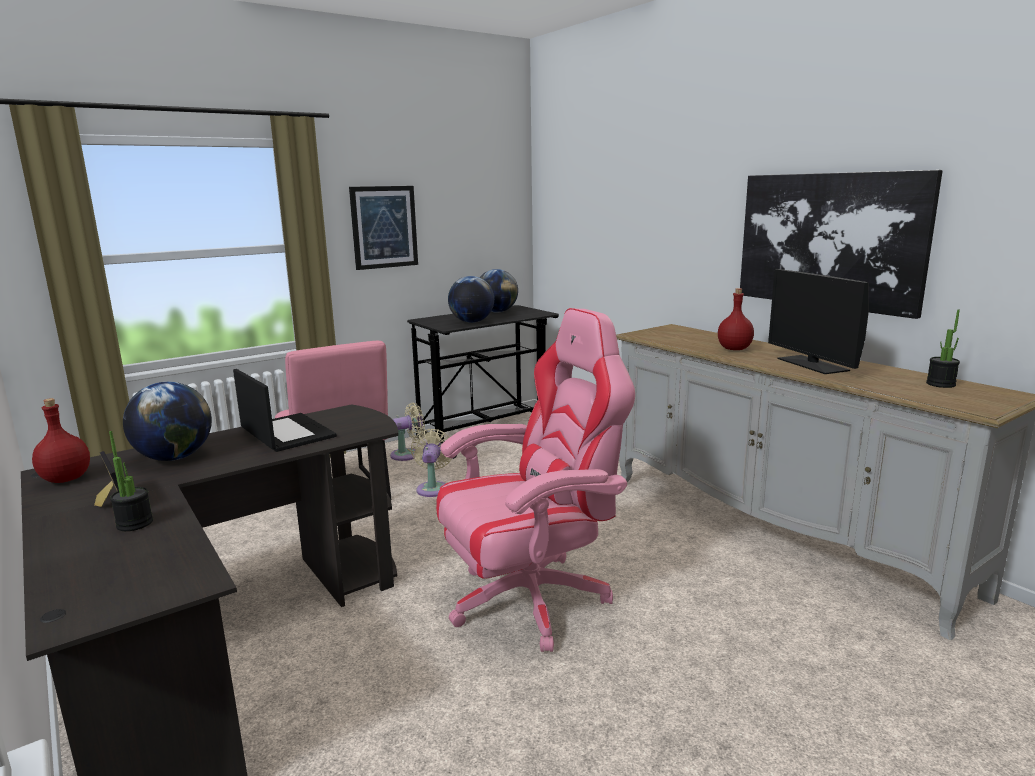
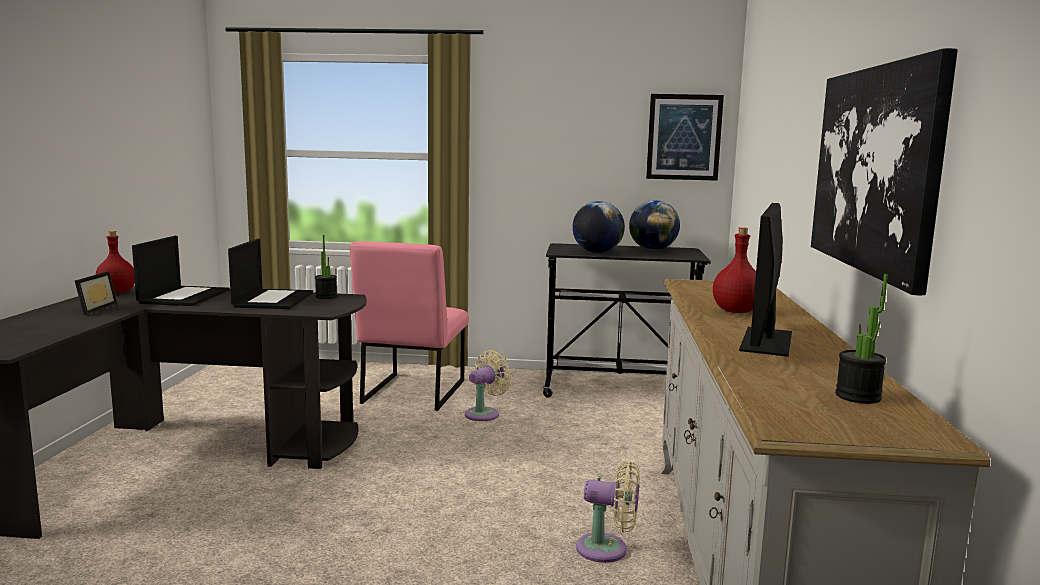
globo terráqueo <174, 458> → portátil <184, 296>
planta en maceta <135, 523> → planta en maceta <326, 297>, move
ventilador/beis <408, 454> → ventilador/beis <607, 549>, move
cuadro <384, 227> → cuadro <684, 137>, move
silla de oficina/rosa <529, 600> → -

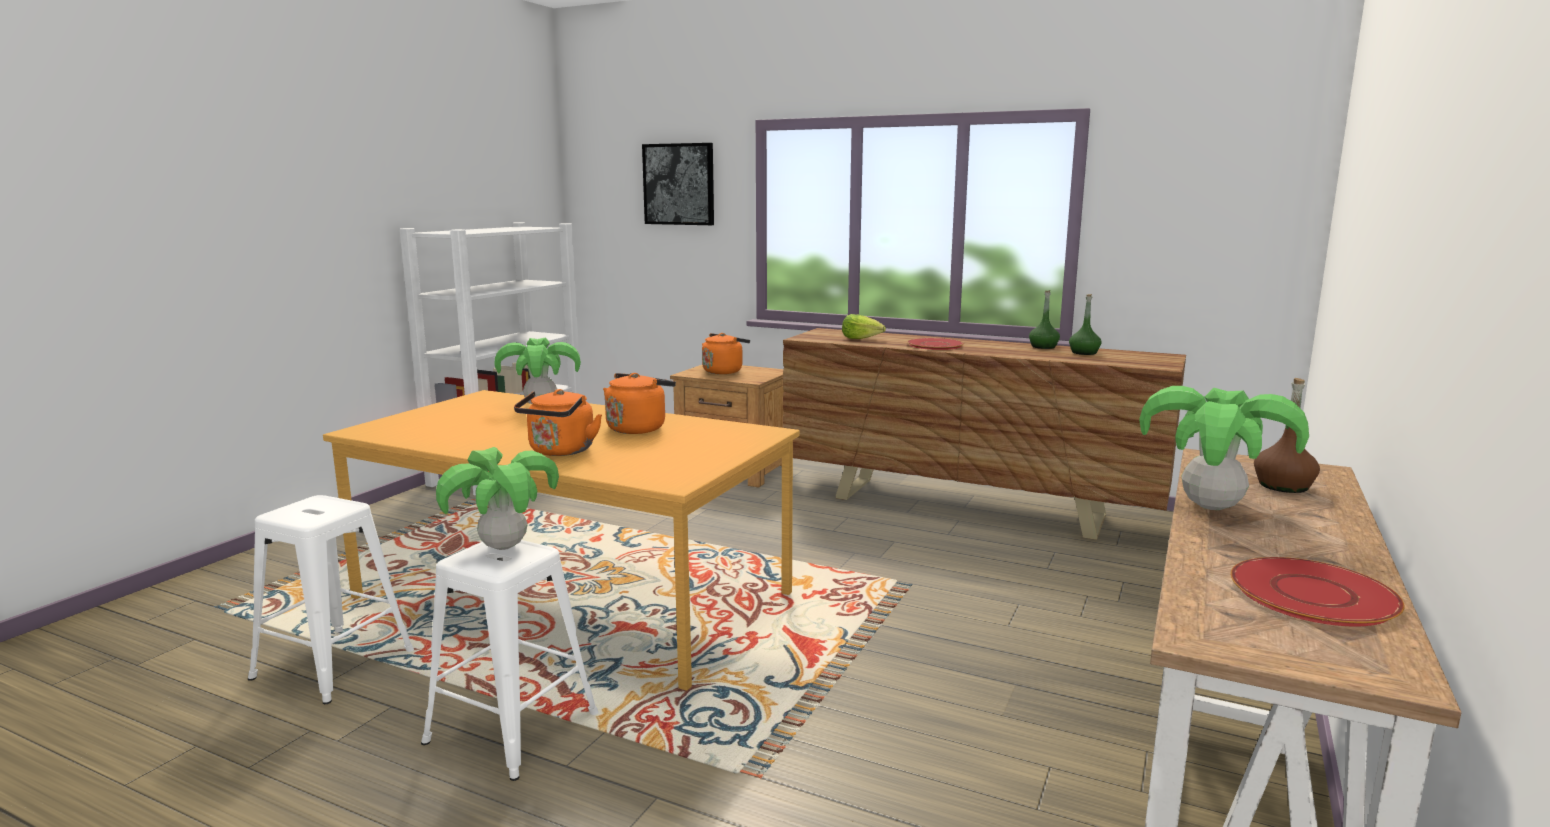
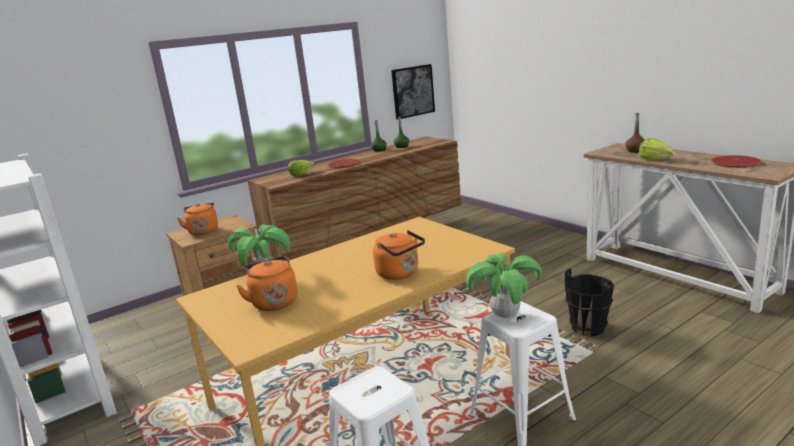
hervidor/naranja <638, 428> → hervidor/naranja <273, 302>, move
cuadro <679, 184> → cuadro <412, 91>, move
- → cubo/negro <588, 328>
planta en maceta <1211, 506> → lechuga <654, 159>

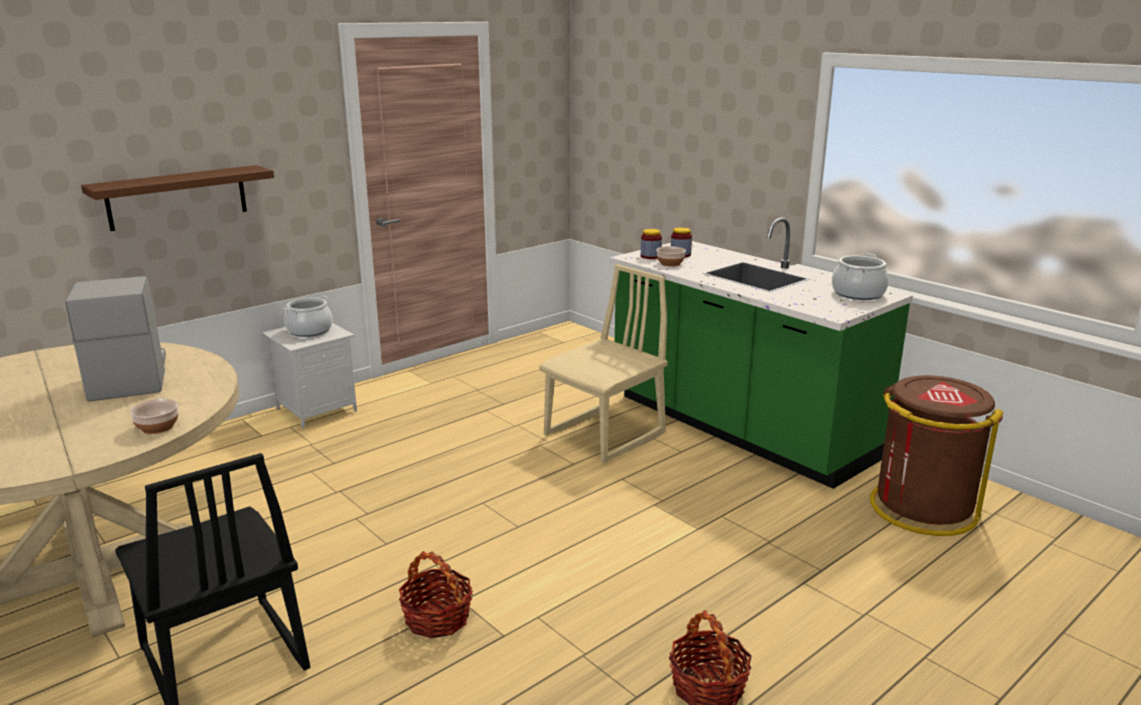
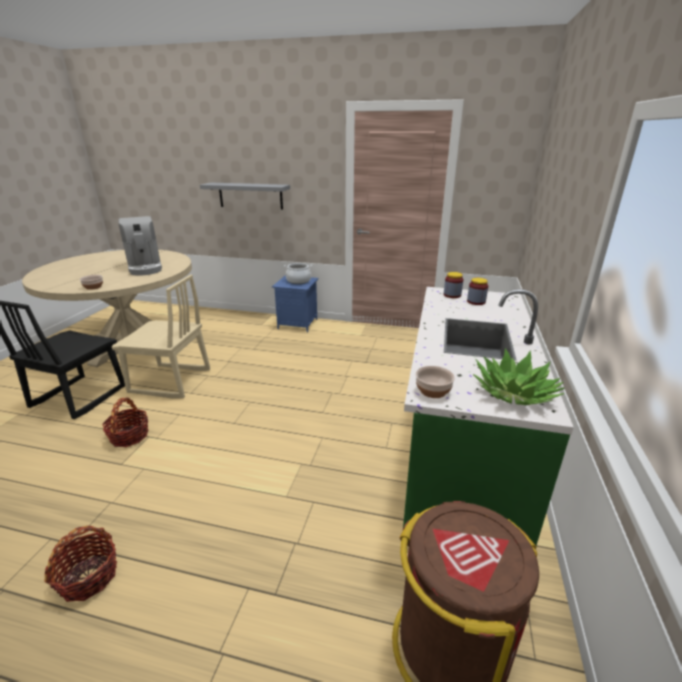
silla/beis <605, 435> → silla/beis <170, 382>, move
cafetera <129, 377> → cafetera <145, 268>, 120 degrees clockwise
estante/marrón <177, 197> → estante/gris <250, 195>
mesita de noche/gris <317, 409> → mesita de noche/azul <299, 324>
cuenco <670, 263> → cuenco <433, 391>, move
olla <858, 294> → planta en maceta <514, 393>

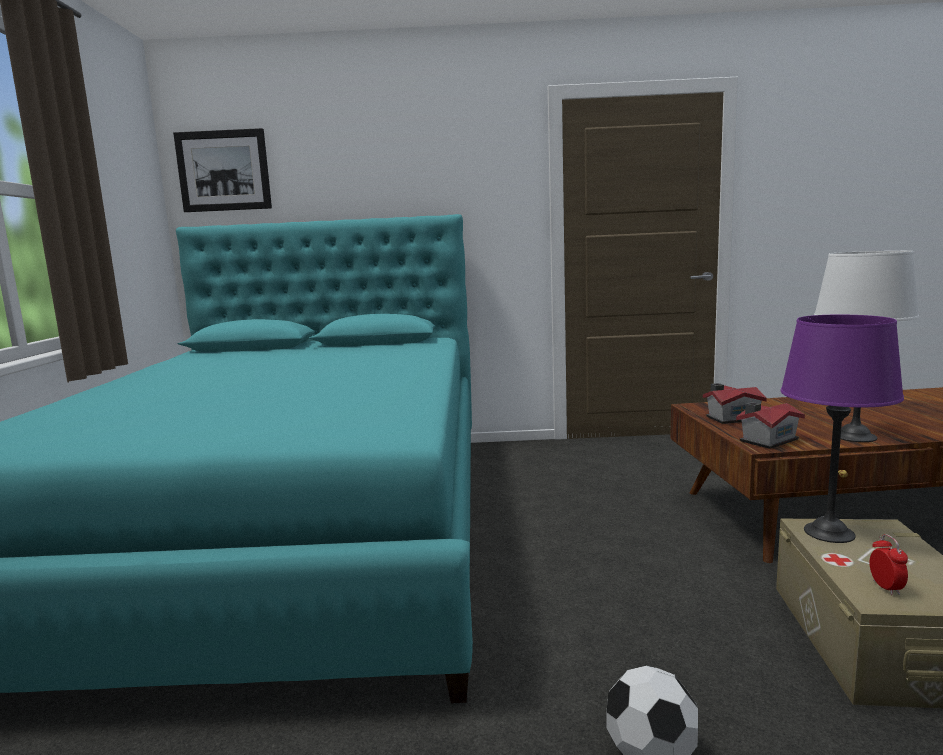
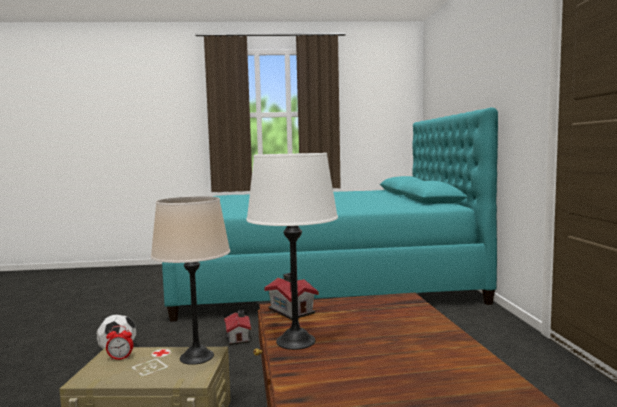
lámpara de mesa/morado <829, 532> → lámpara de mesa/beis <197, 357>
casita <731, 418> → casita <238, 337>, move
cuadro <223, 171> → -

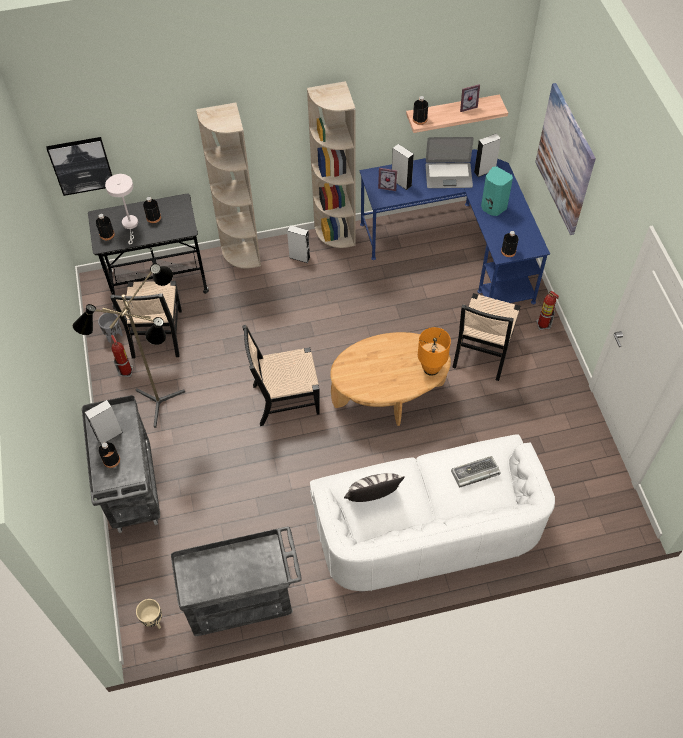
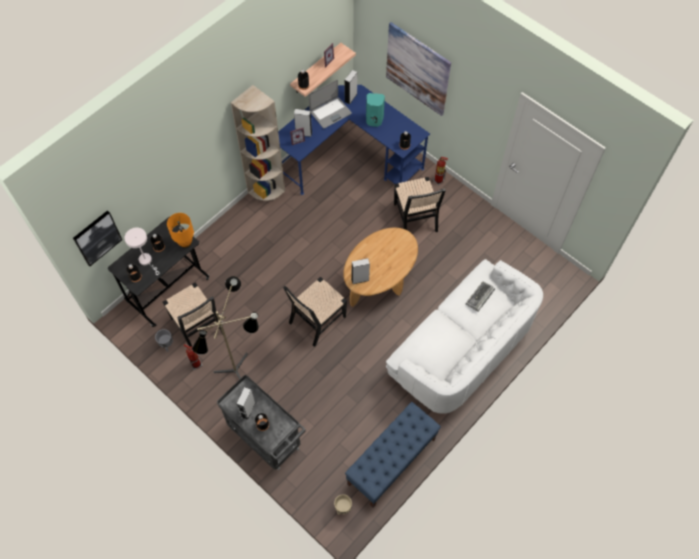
lámpara de mesa/naranja <431, 369> → lámpara de mesa/naranja <185, 243>, move
carrito/negro <246, 604> → banco/azul <391, 461>
altavoz/gris <299, 257> → altavoz/gris <360, 279>, move
estantería/beis <242, 258> → -
cojín <373, 497> → -

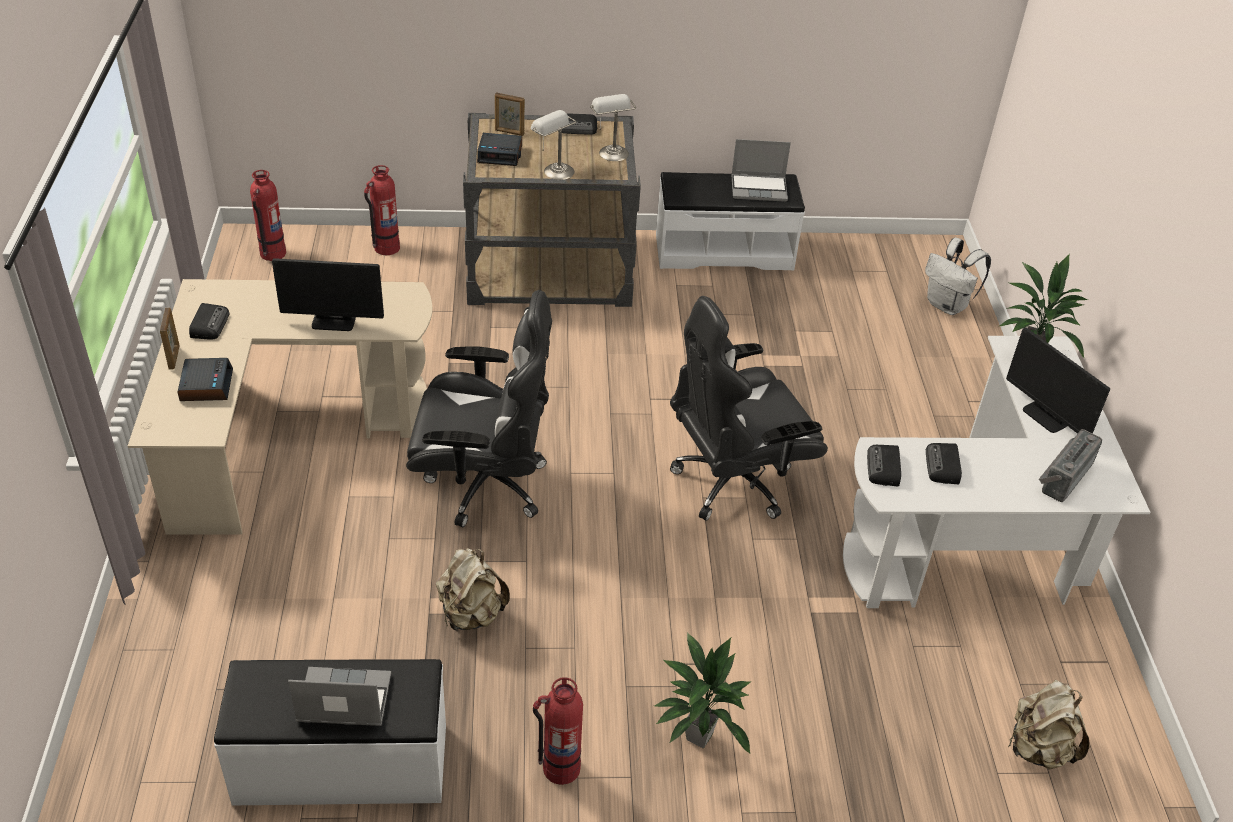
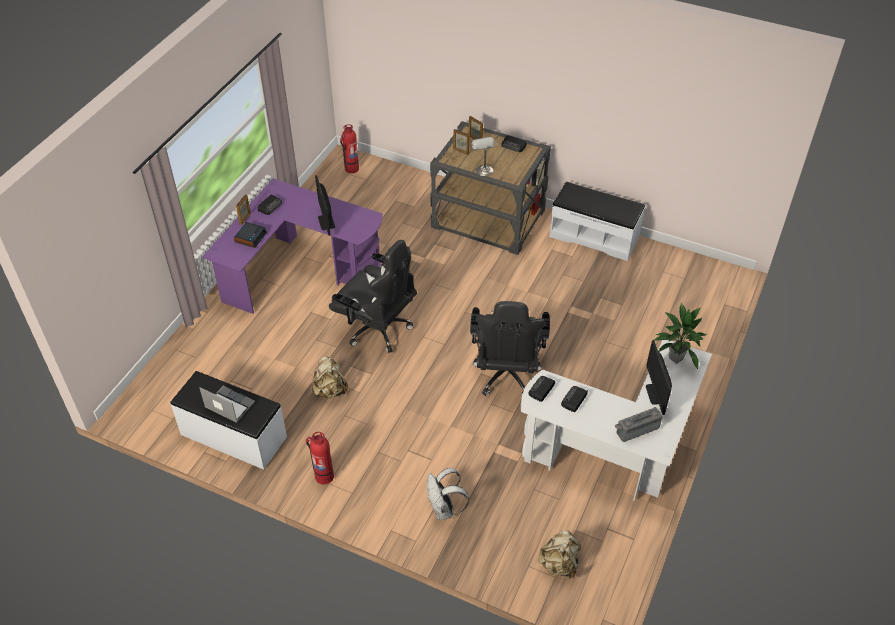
escritorio/beis <281, 434> → escritorio/morado <298, 269>
monitor <334, 321> → monitor <326, 222>, 45 degrees clockwise
mochila/blanco <948, 305> → mochila/blanco <444, 509>, move
despertador <500, 154> → portarretratos <461, 151>
silla de oficina/negro <739, 480> → silla de oficina/negro <506, 371>, 90 degrees counterclockwise
extintor <386, 248> → -
lámpara de mesa/blanco <610, 150> → -
planta en maceta <698, 738> → -
portátil <759, 188> → -

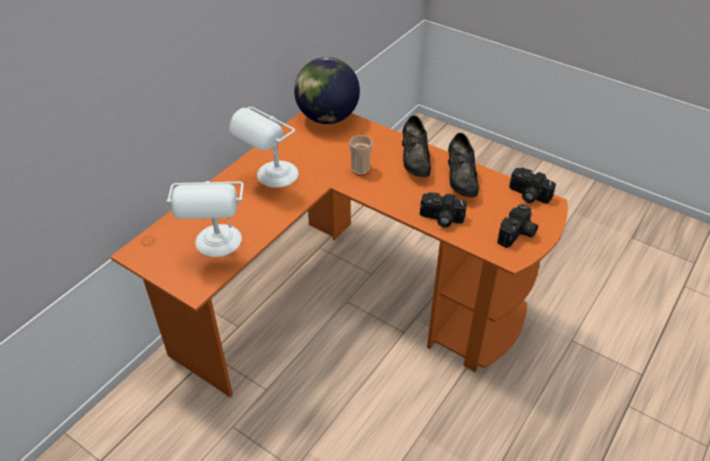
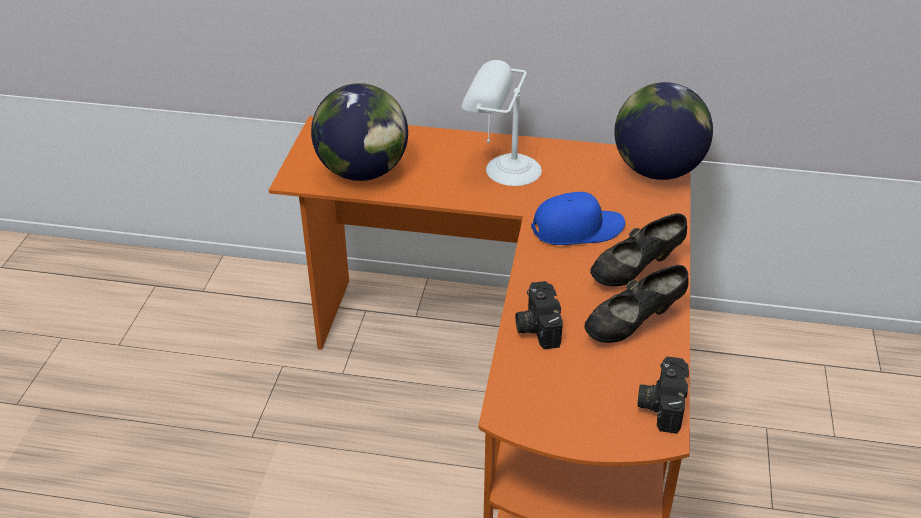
lámpara de mesa/blanco <218, 247> → globo terráqueo <363, 172>
taza <360, 169> → gorra/azul <577, 229>
cámara <517, 235> → -

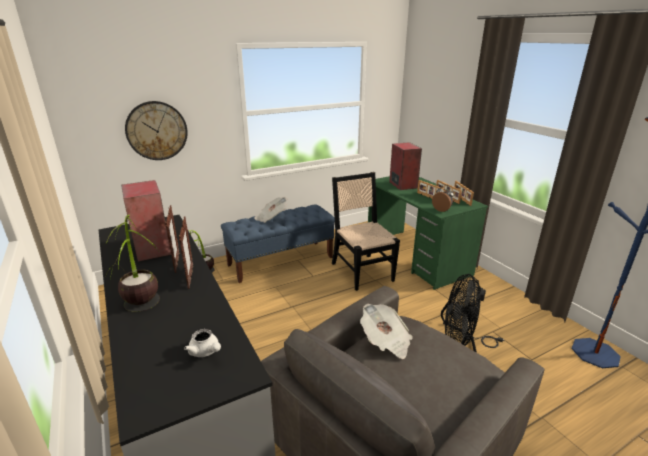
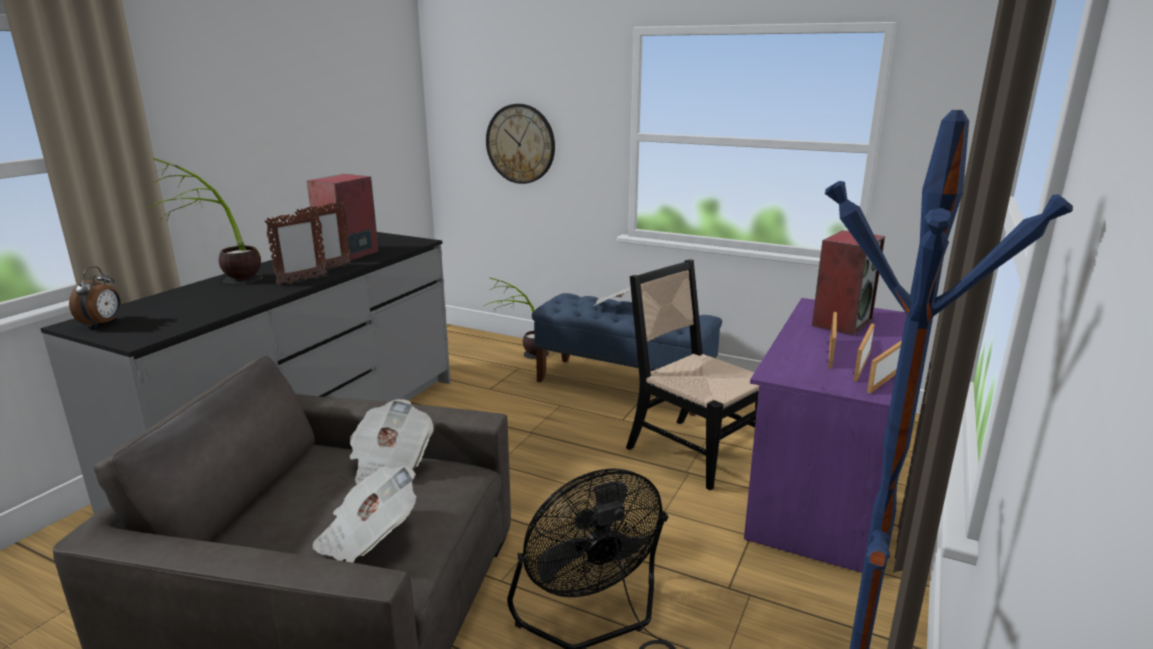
despertador <442, 210> → despertador <103, 323>, move
- → periódico <368, 536>
silla <362, 272> → silla <692, 453>, 75 degrees counterclockwise
escritorio/verde <416, 257> → escritorio/morado <826, 489>
tetera/blanco <206, 352> → -

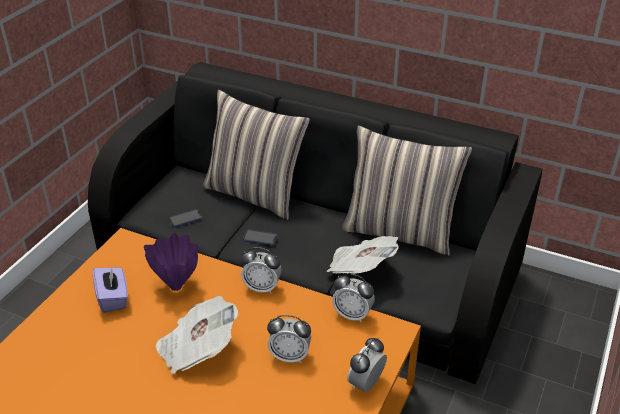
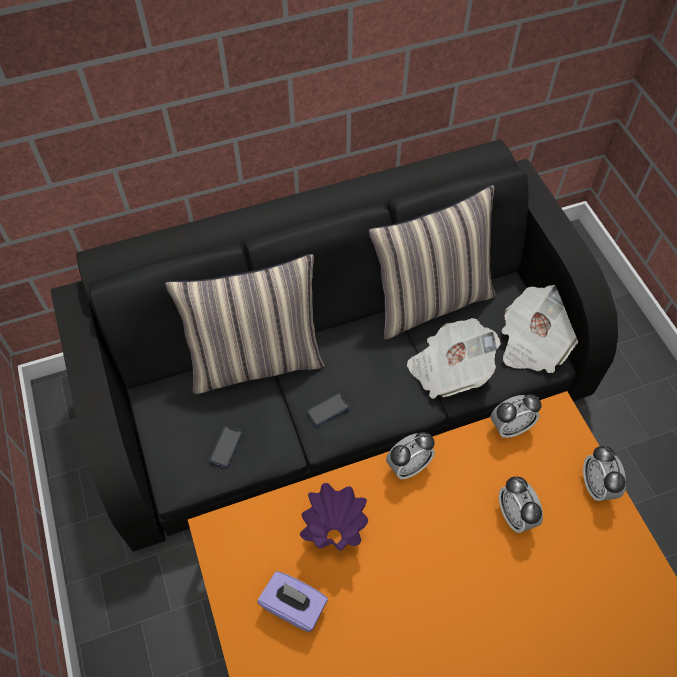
despertador <289, 356> → despertador <515, 515>, 105 degrees clockwise
periódico <197, 349> → periódico <534, 342>, move

